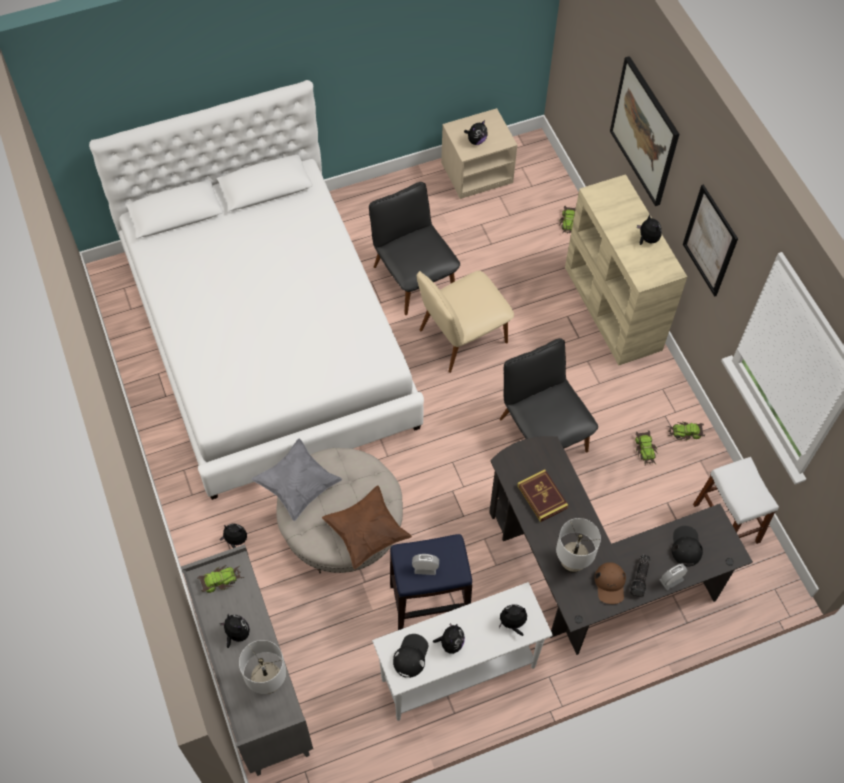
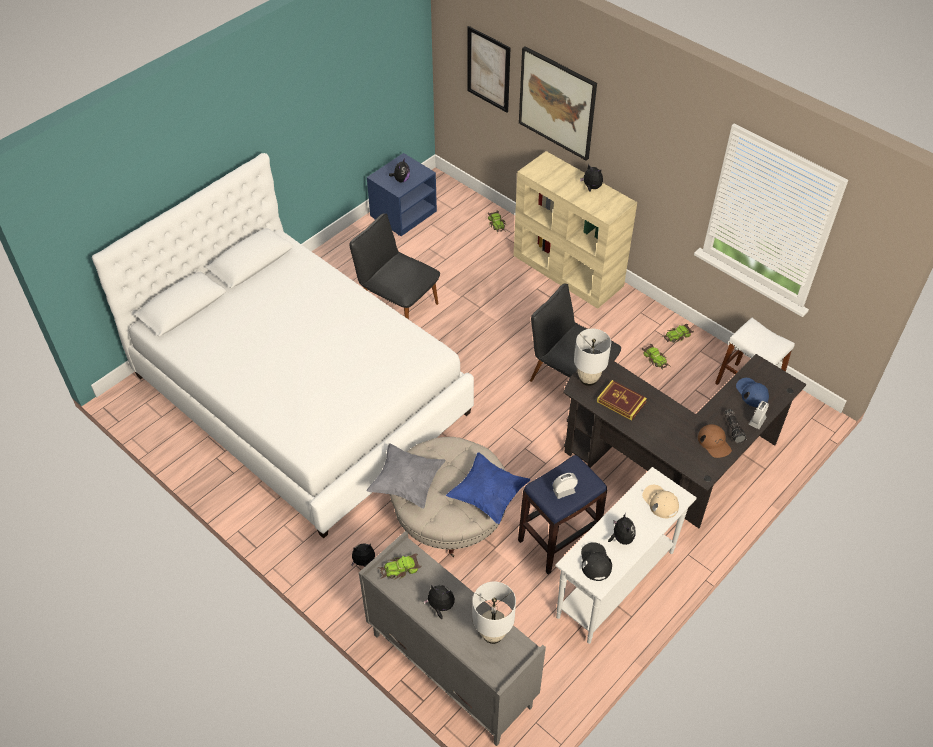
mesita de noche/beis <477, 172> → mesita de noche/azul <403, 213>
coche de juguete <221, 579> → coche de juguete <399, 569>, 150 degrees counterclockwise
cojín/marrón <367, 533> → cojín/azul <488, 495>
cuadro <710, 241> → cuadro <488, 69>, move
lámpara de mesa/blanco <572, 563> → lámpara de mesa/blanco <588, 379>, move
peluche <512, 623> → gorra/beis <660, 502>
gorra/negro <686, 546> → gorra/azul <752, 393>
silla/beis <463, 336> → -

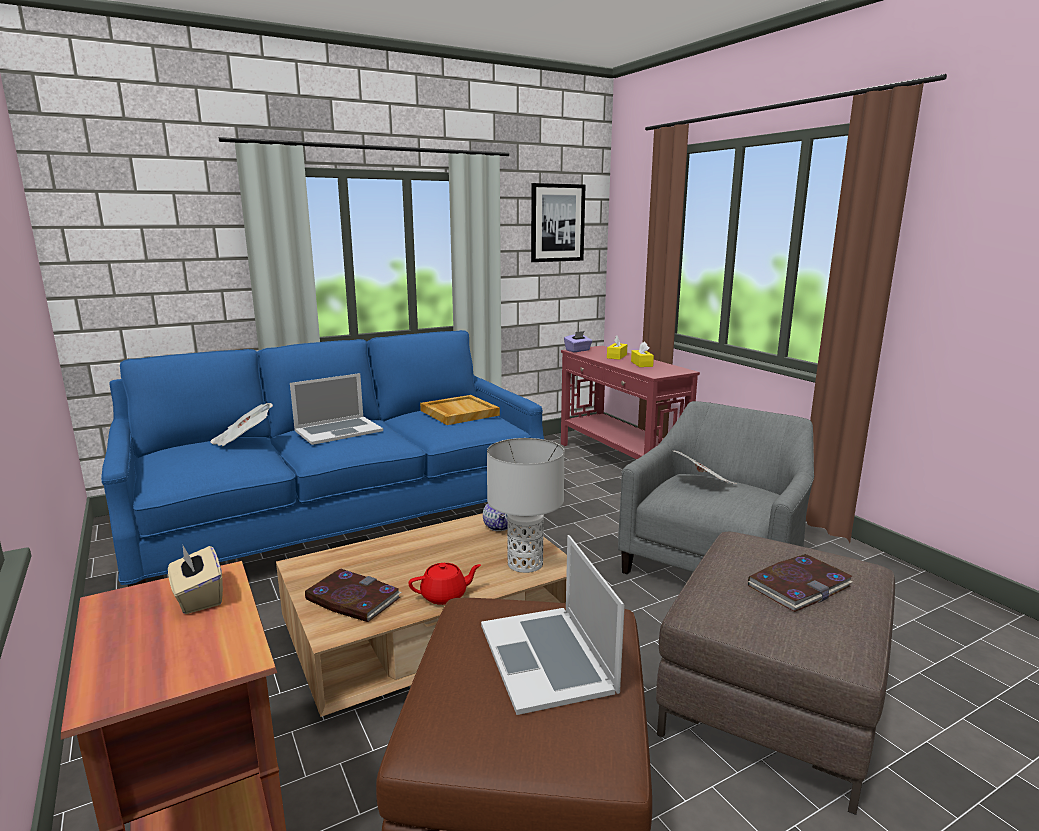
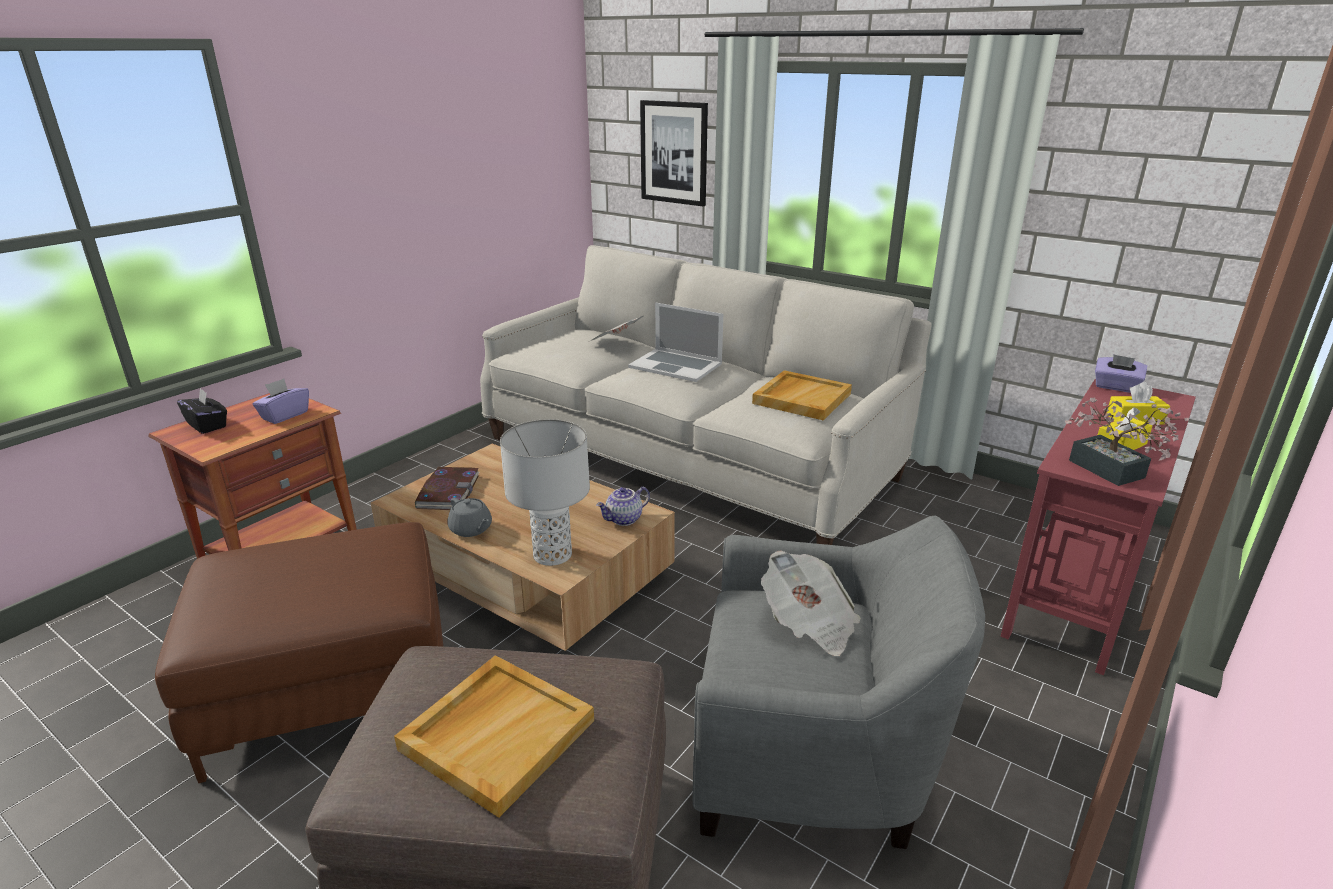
- → caja de pañuelos/negro <207, 425>
caja de pañuelos/beis <198, 597> → caja de pañuelos/morado <285, 415>
libro <798, 586> → bandeja/beis <497, 733>
tetera/rojo <445, 596> → tetera/gris <471, 529>
sofá/azul <342, 517> → sofá/blanco <690, 456>
cuadro <557, 223> → cuadro <674, 153>, move
- → planta en maceta <1112, 472>
portátil <547, 657> → -

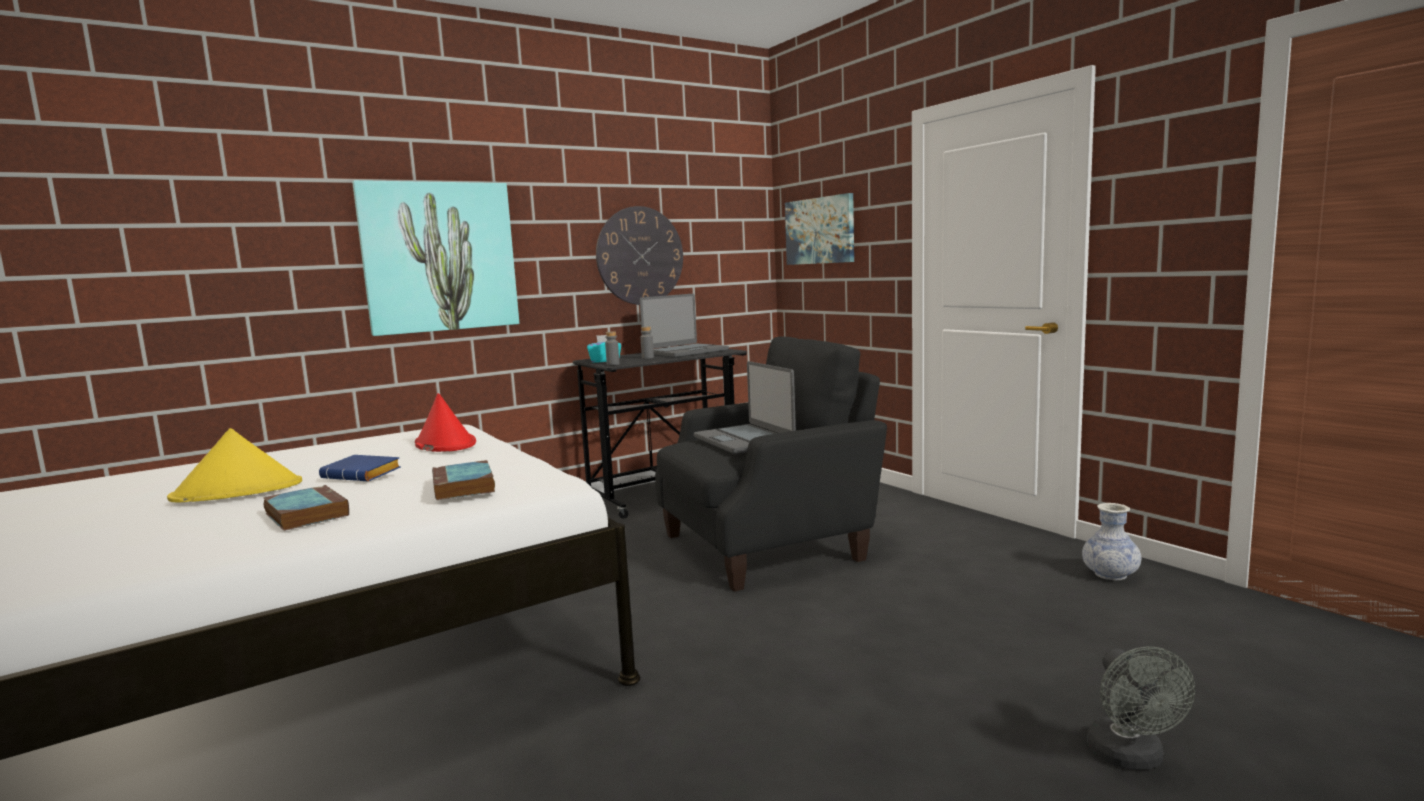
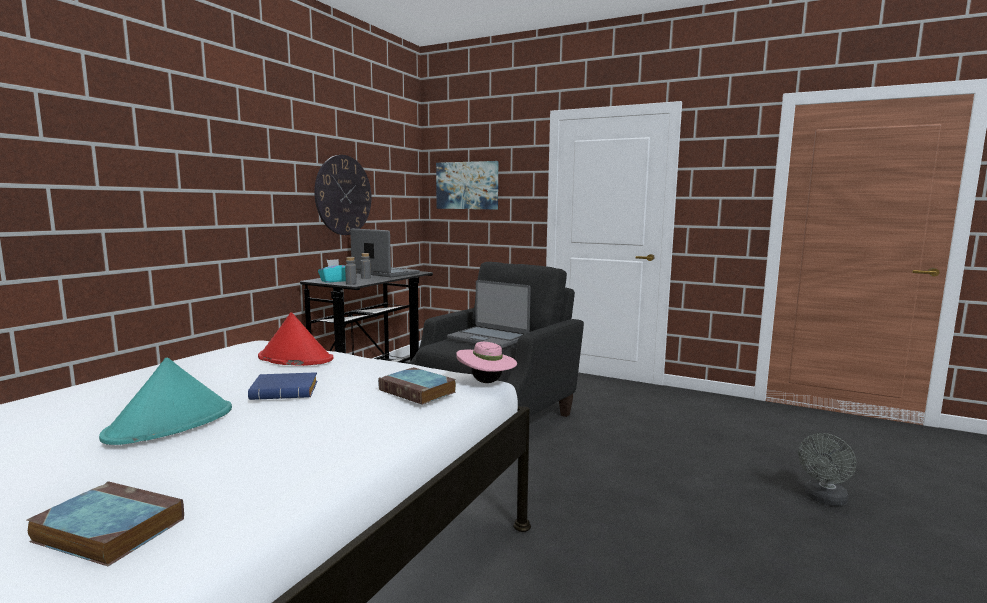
libro <305, 514> → libro <106, 530>, move
sombrero/amarillo <238, 491> → sombrero/turquesa <171, 423>
portátil <685, 352> → portátil <385, 273>, 75 degrees counterclockwise
- → sombrero/rosa <486, 382>
ventilador/gris <1131, 758> → ventilador/gris <824, 499>, 75 degrees clockwise
cuadro <439, 257> → -
florero <1110, 574> → -

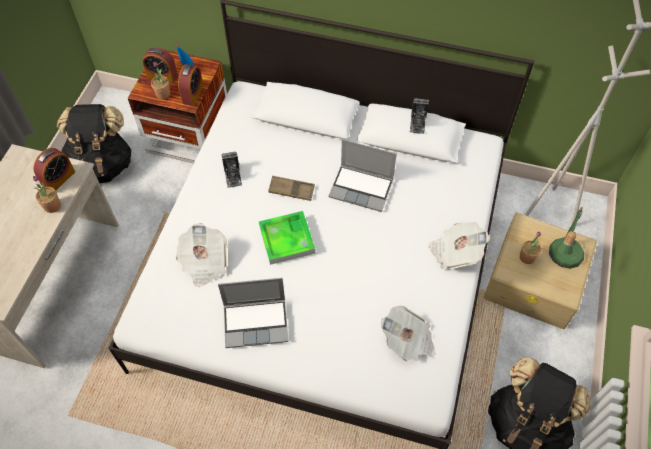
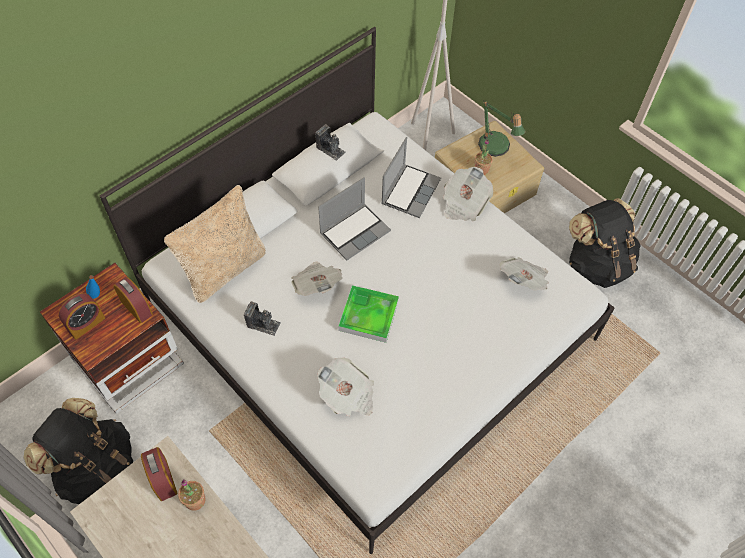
- → cojín/beis <226, 270>
bandeja/marrón <291, 190> → periódico <317, 285>
portátil <256, 322> → portátil <410, 191>, move
planta en maceta <163, 94> → -

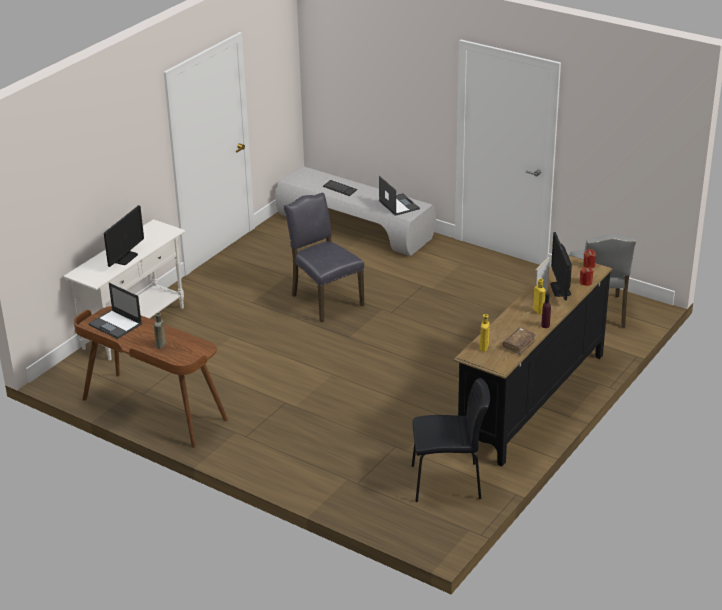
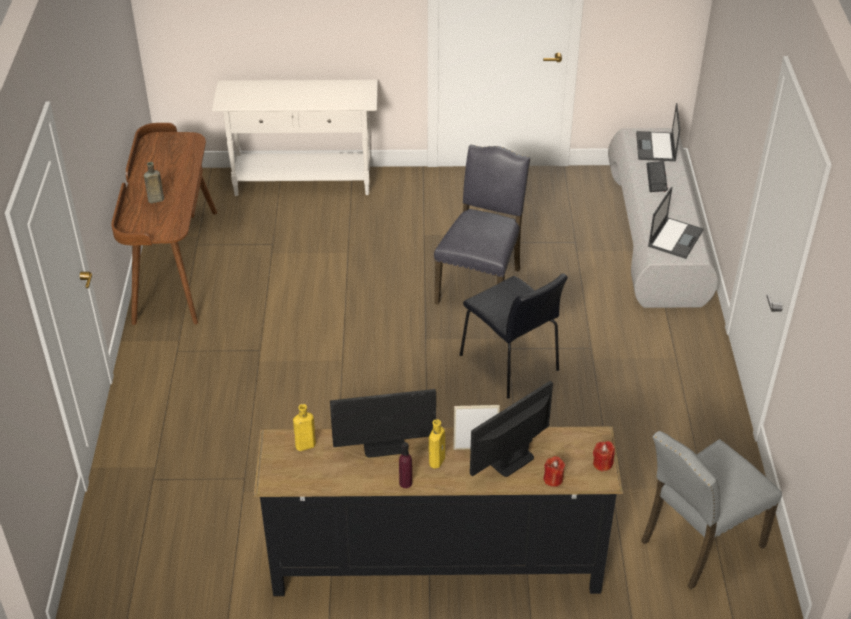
monitor <125, 258> → monitor <384, 445>, move
silla/negro <449, 482> → silla/negro <511, 364>, move
portátil <116, 324> → portátil <656, 147>, move
libro/marrón <519, 344> → -

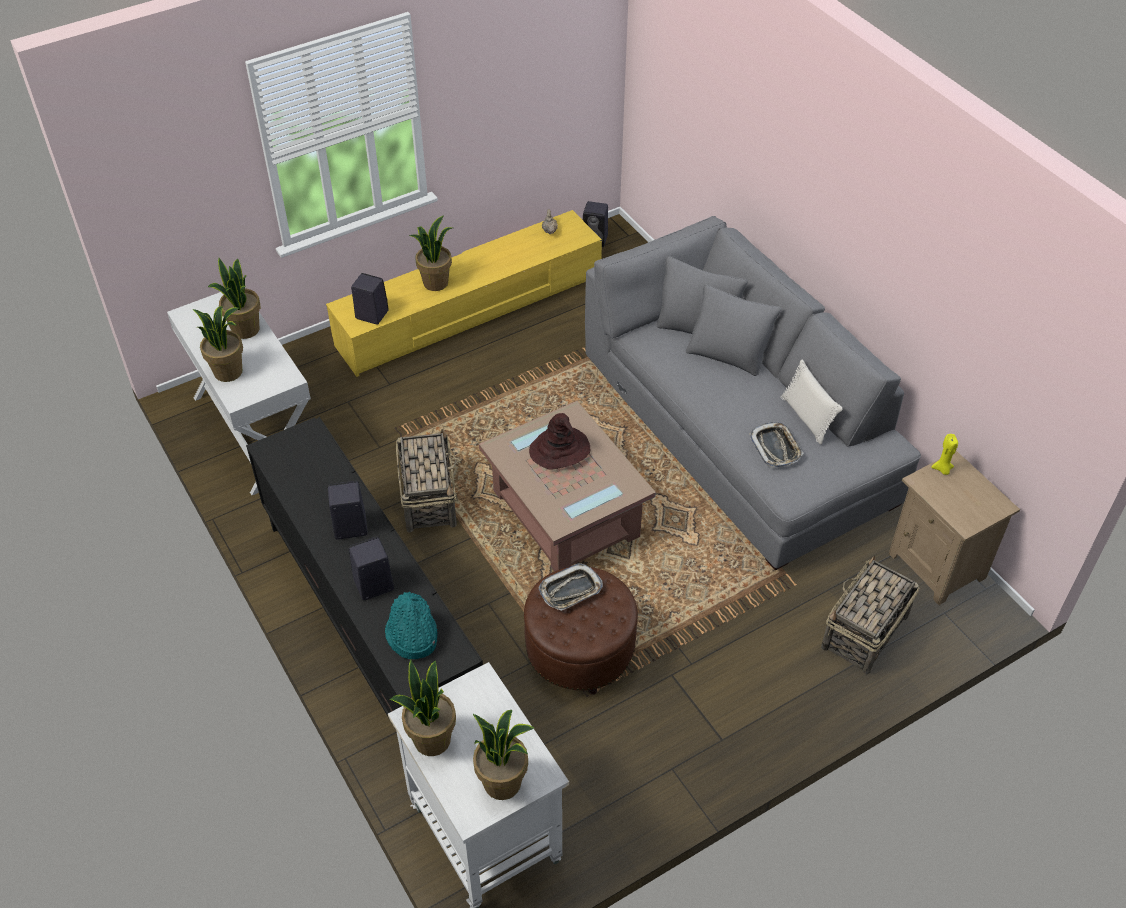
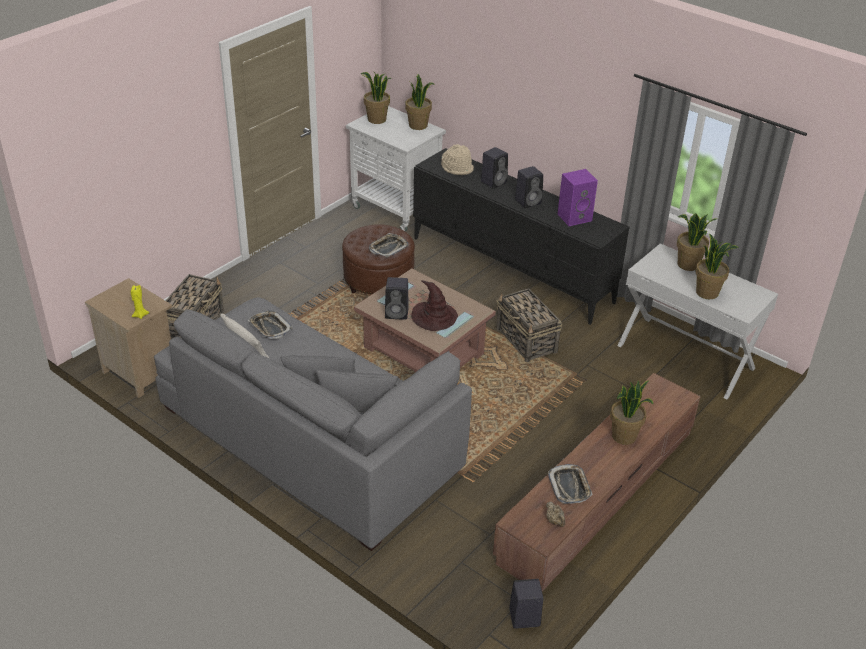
altavoz/negro <370, 314> → altavoz/negro <397, 313>, move
sombrero/turquesa <411, 635> → sombrero/beis <457, 168>
mueble de televisión/amarillo <470, 311> → mueble de televisión/marrón <599, 494>
- → bandeja <569, 486>
- → altavoz/morado <575, 217>

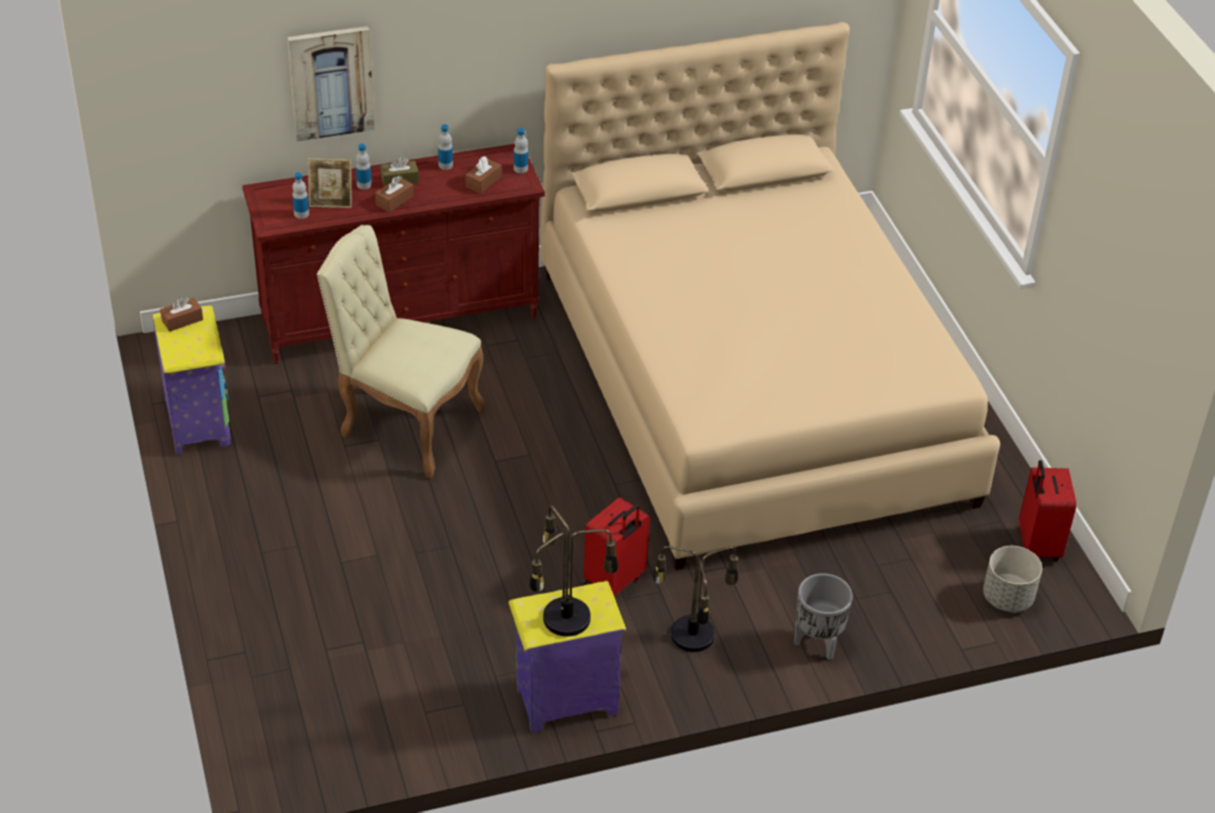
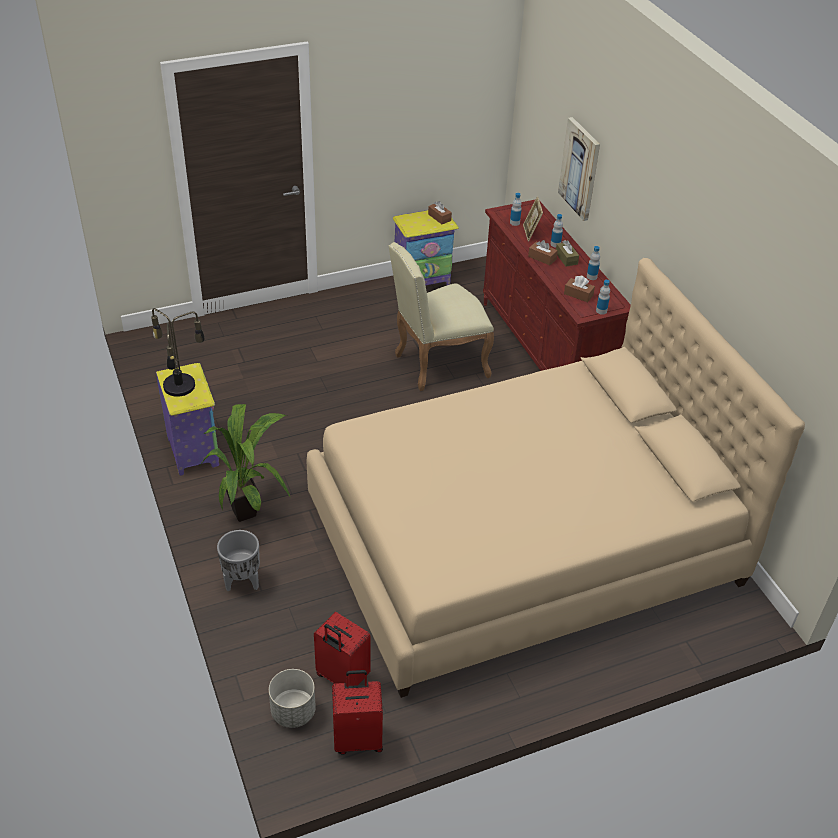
lámpara de mesa <692, 636> → planta en maceta <249, 511>
maleta/rojo <615, 582> → maleta/rojo <341, 677>, move
silla/beis <407, 425> → silla/beis <438, 364>, 135 degrees counterclockwise

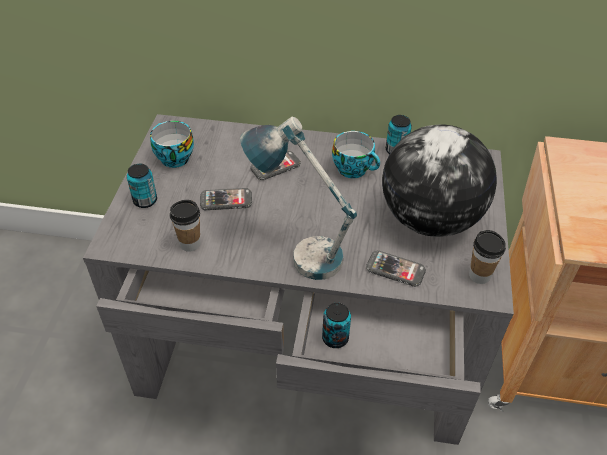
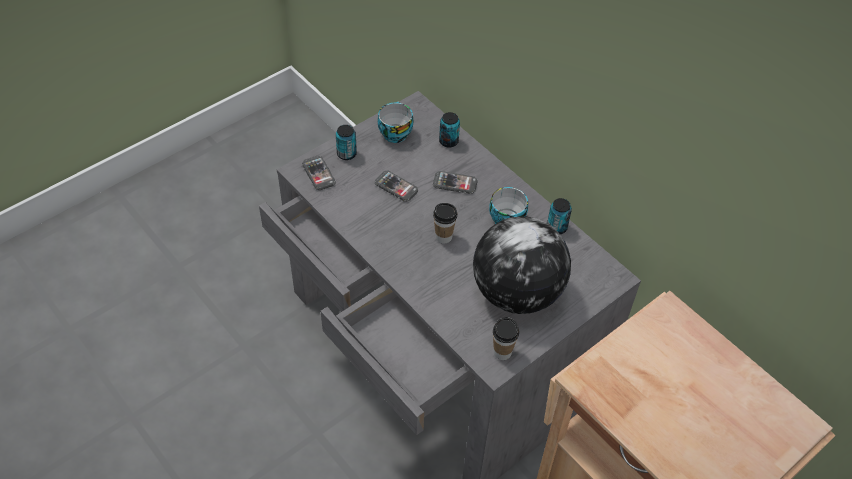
móvil <395, 270> → móvil <318, 174>, move
taza <190, 244> → taza <443, 237>, move
lata <335, 338> → lata <448, 141>, move
lámpara de mesa <299, 251> → -

